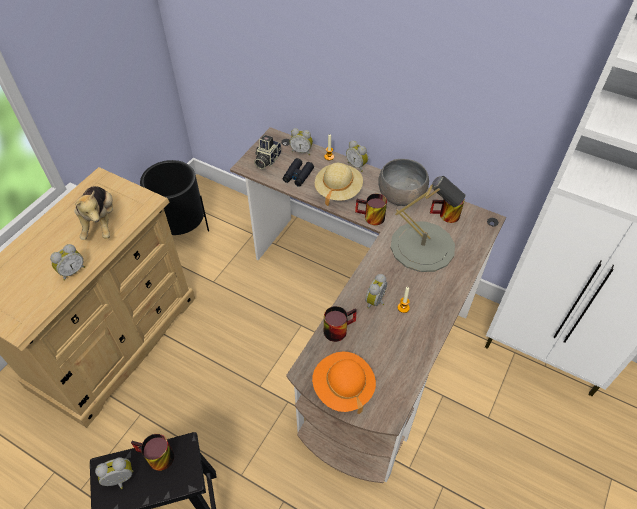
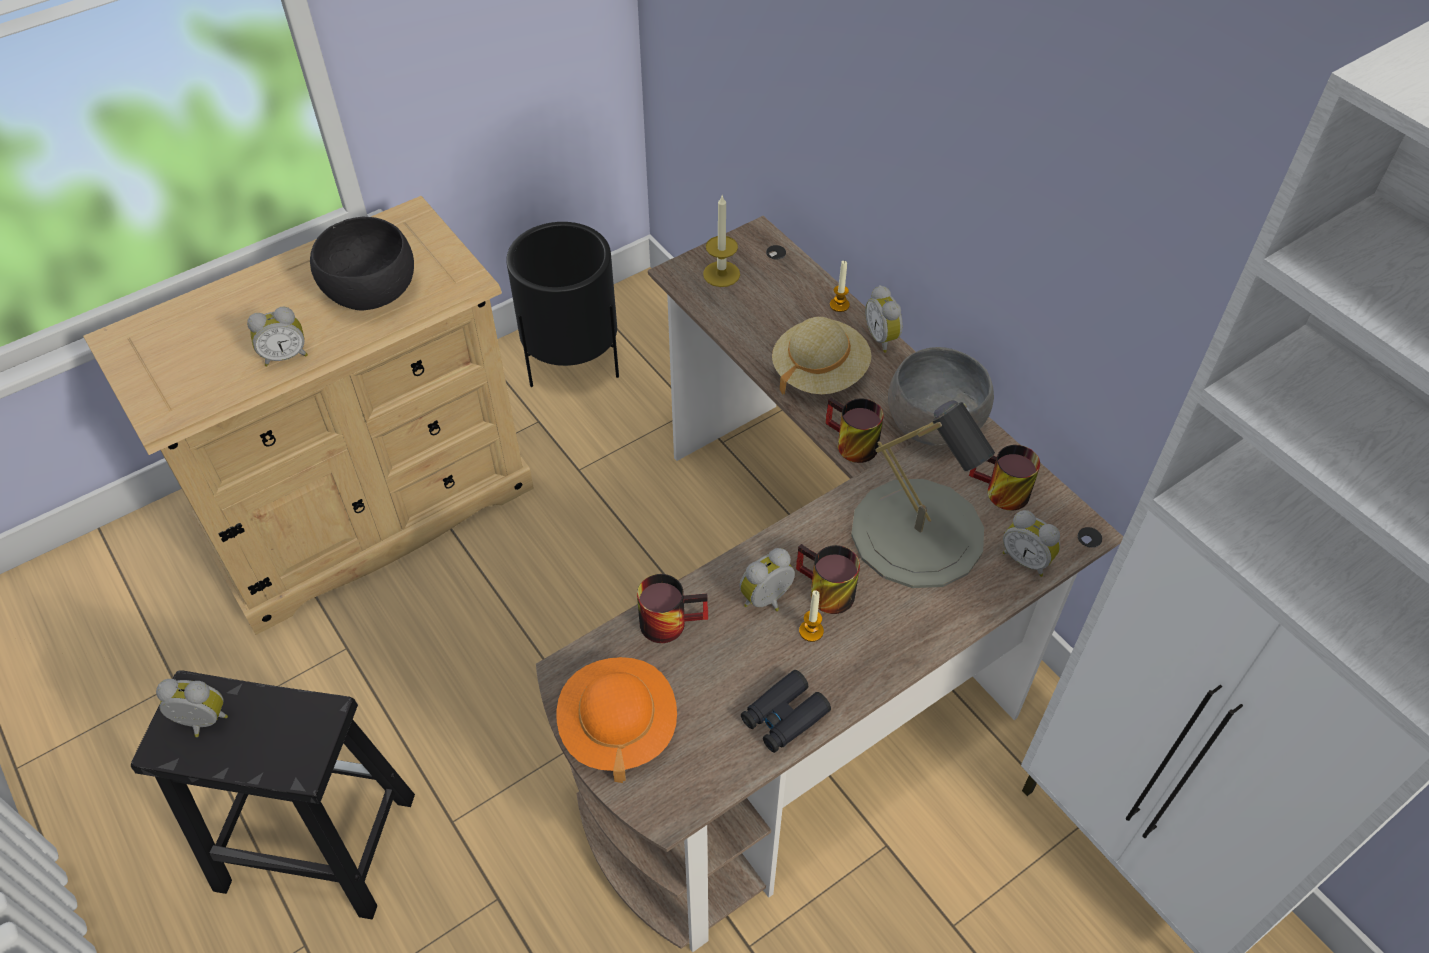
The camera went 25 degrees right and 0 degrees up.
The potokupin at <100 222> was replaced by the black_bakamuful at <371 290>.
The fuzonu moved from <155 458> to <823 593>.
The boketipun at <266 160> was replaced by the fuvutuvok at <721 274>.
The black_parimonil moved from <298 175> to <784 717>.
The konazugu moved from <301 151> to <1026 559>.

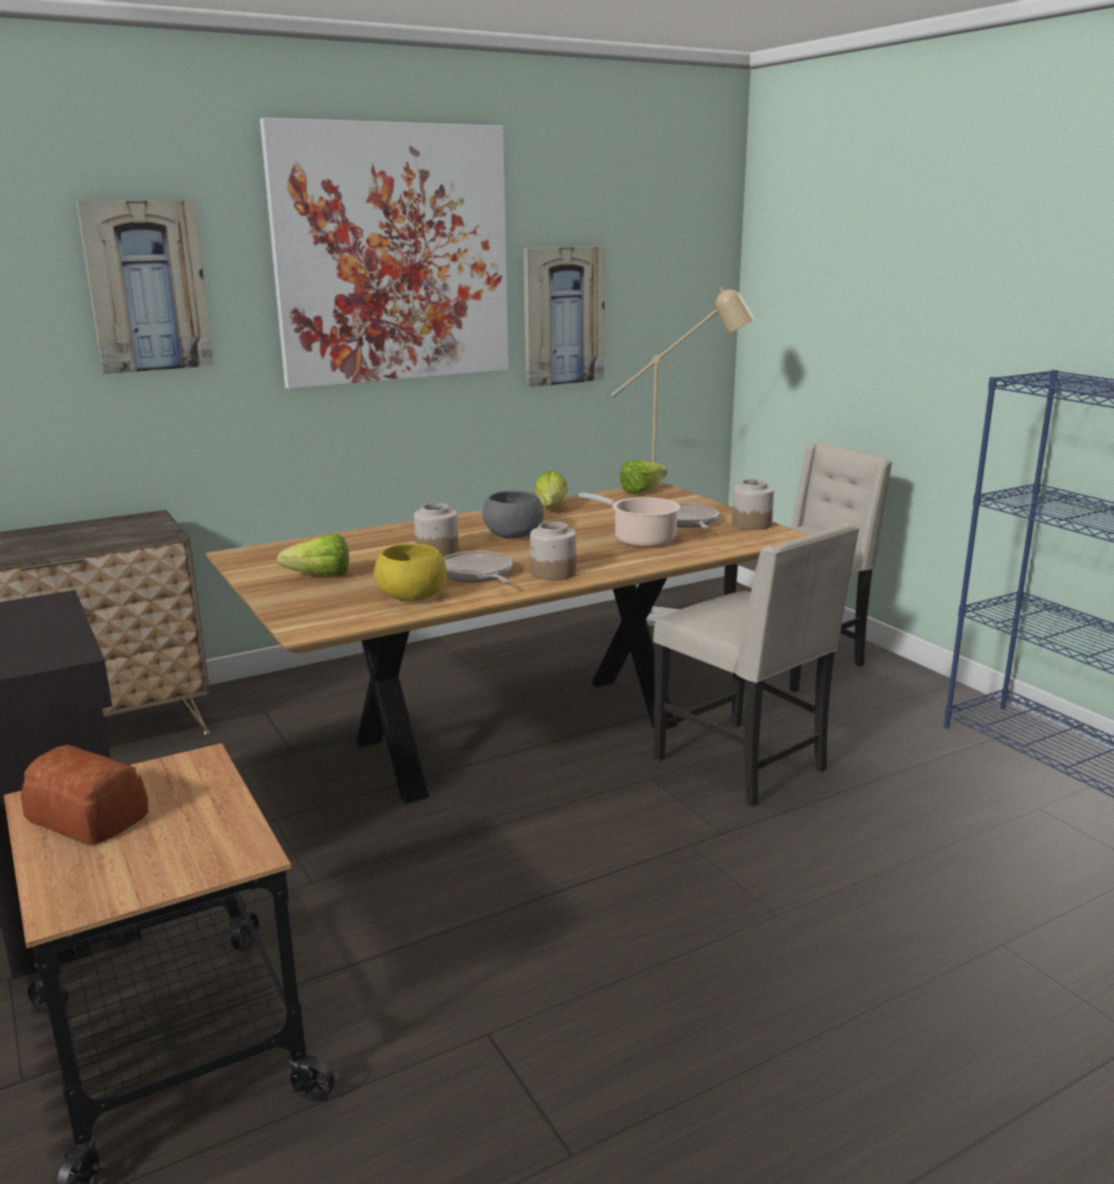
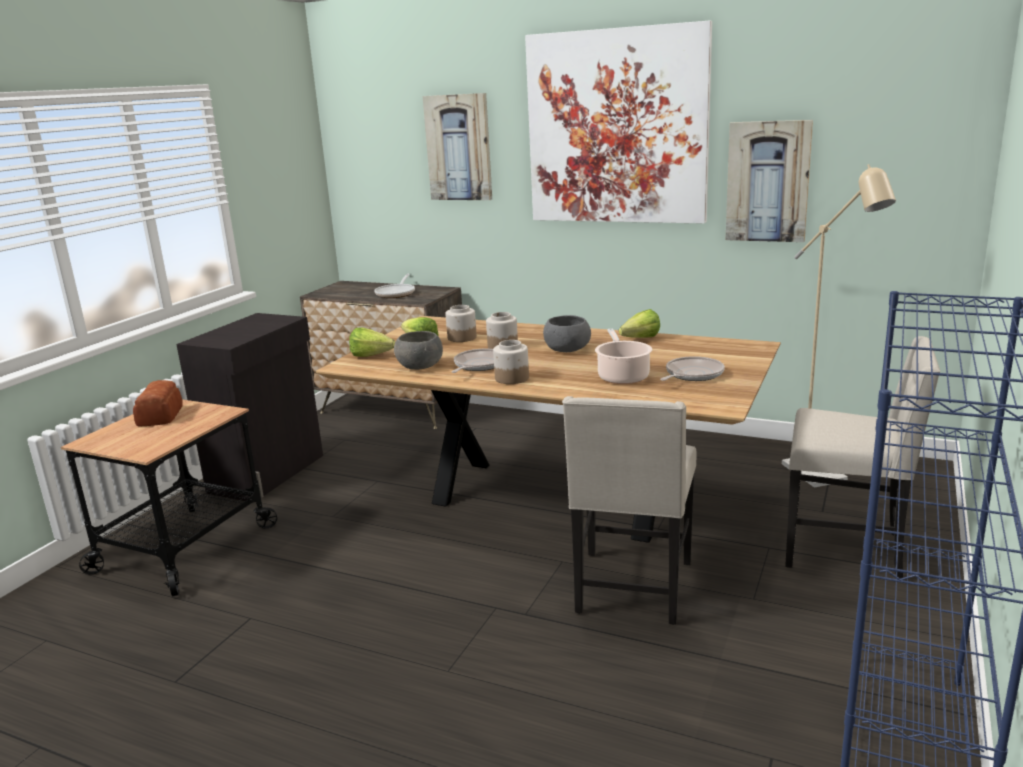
The camera went 55 degrees right and 0 degrees up.
The yellow_bakamuful at <412 596> became the grey_bakamuful at <420 366>.
The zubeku moved from <646 490> to <374 356>.
The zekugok moved from <751 524> to <462 338>.
The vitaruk at <396 293> appeared.

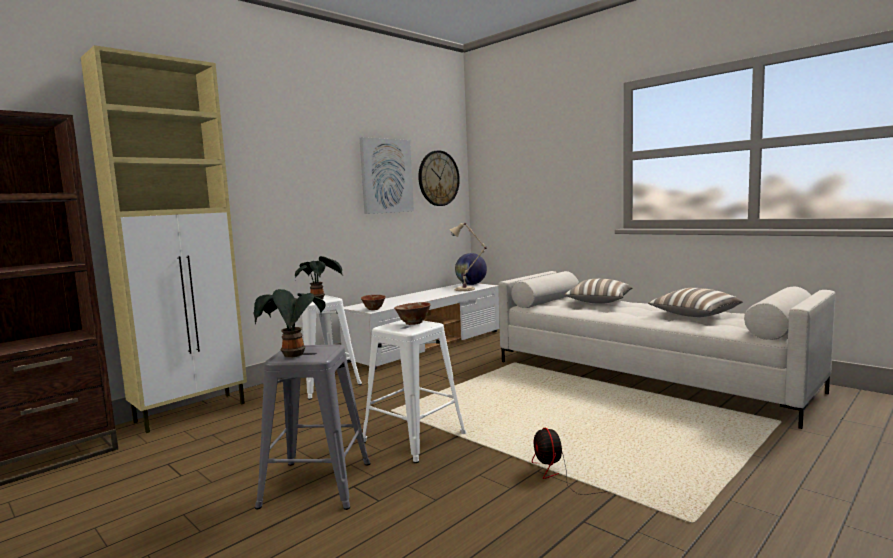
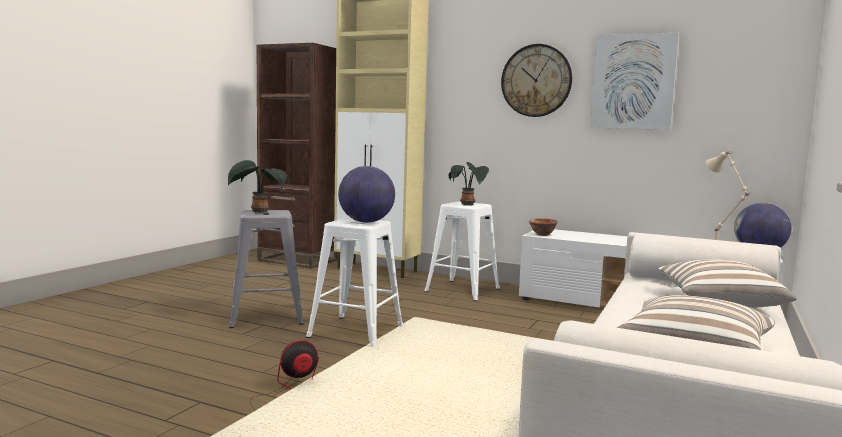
The camera went 70 degrees right and 0 degrees up.
The bakamuful at <413 323> was replaced by the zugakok at <366 222>.
The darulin moved from <438 178> to <536 80>.

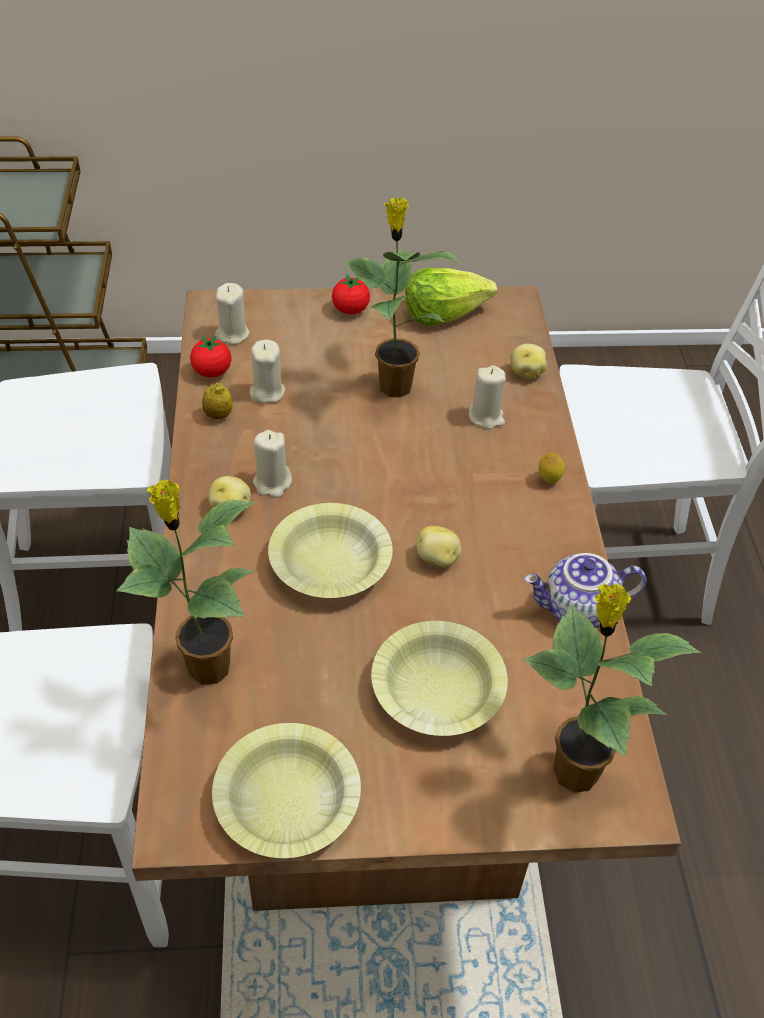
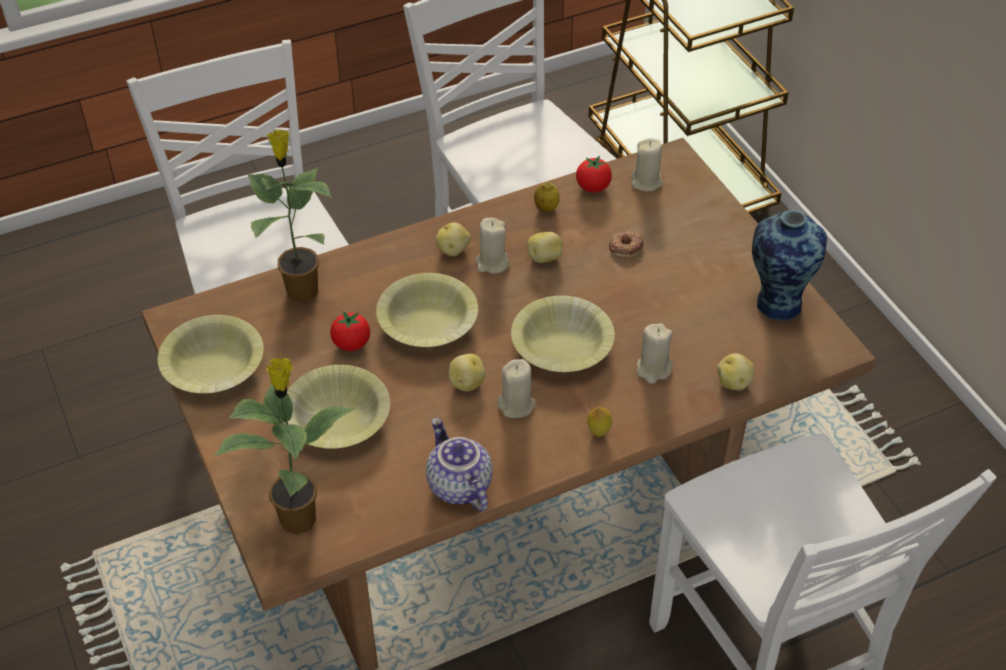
The camera went 70 degrees right and 0 degrees up.
The beige_fuvutuvok moved from <267 392> to <516 405>.
The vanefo moved from <350 310> to <351 343>.
The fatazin at <394 385> disappeared.
The zubeku at <444 313> was replaced by the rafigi at <777 302>.
The yellow_bakamuful at <562 346> appeared.
The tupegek at <545 258> appeared.
The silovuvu at <625 246> appeared.

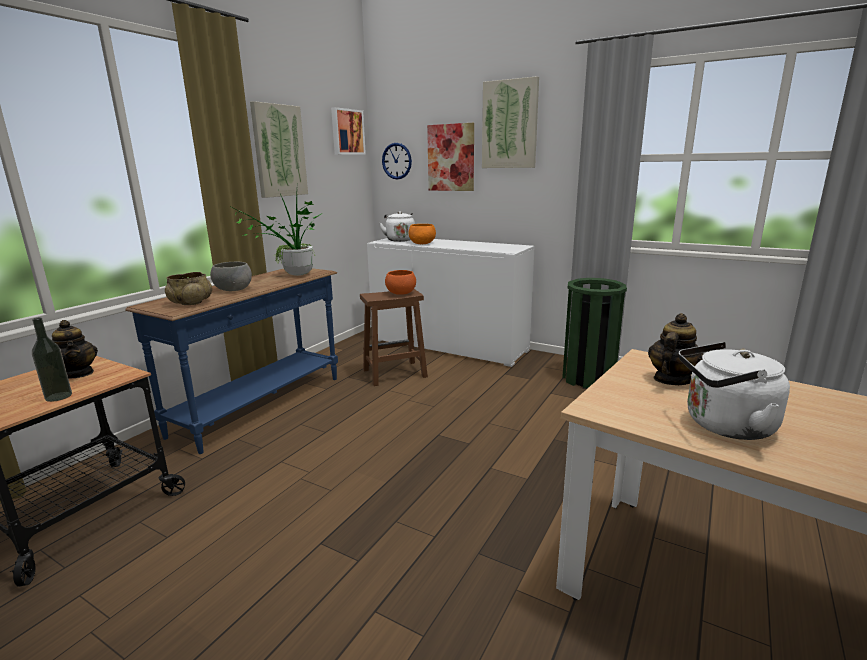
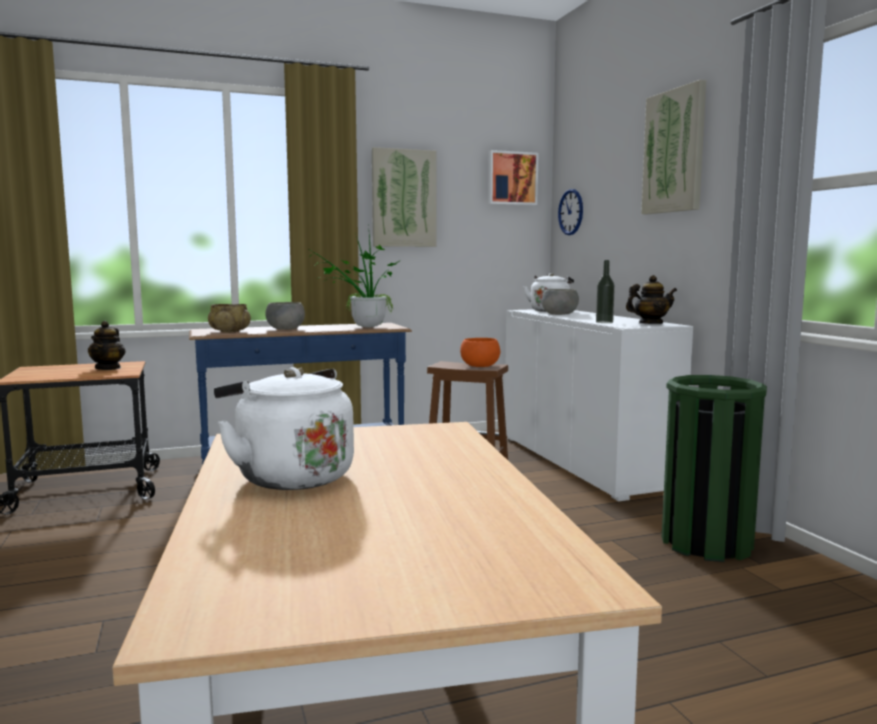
The camera went 40 degrees right and 10 degrees down.
The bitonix moved from <58 396> to <604 322>.
The orange_bakamuful at <422 243> became the grey_bakamuful at <559 314>.
The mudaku at <451 158> disappeared.
The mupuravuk moved from <671 379> to <650 324>.

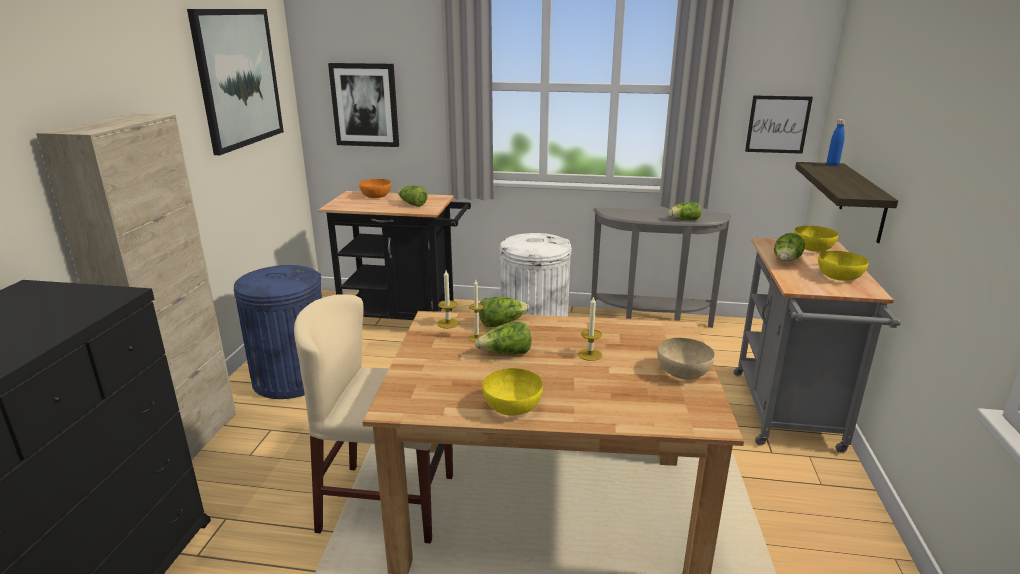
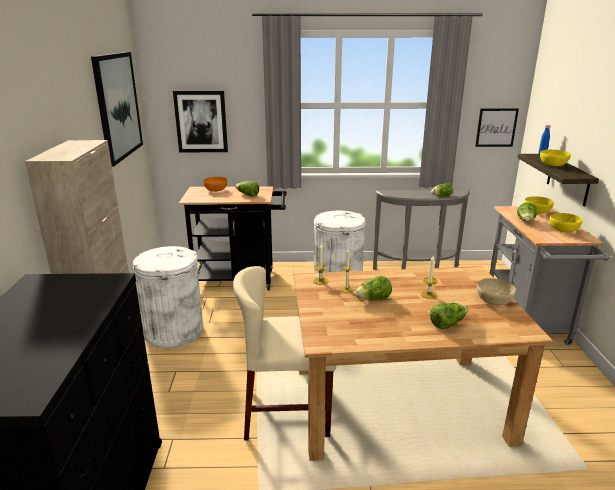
The camera went 10 degrees left and 0 degrees up.
The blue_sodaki at <293 378> became the white_sodaki at <174 331>.
The zubeku moved from <501 323> to <447 323>.
The yellow_bakamuful moved from <512 407> to <553 165>.

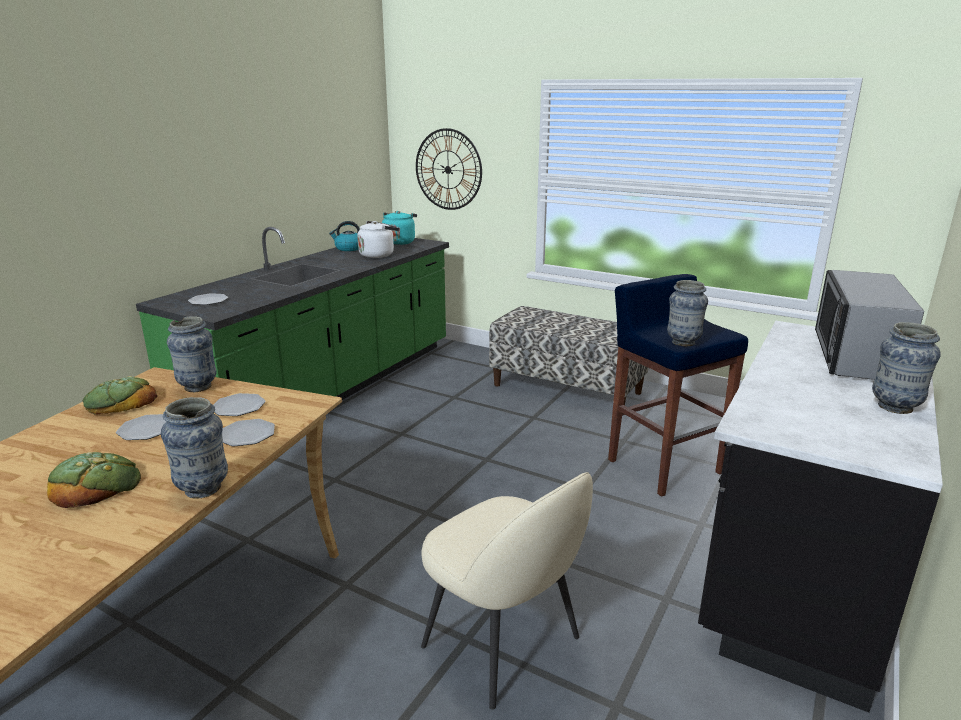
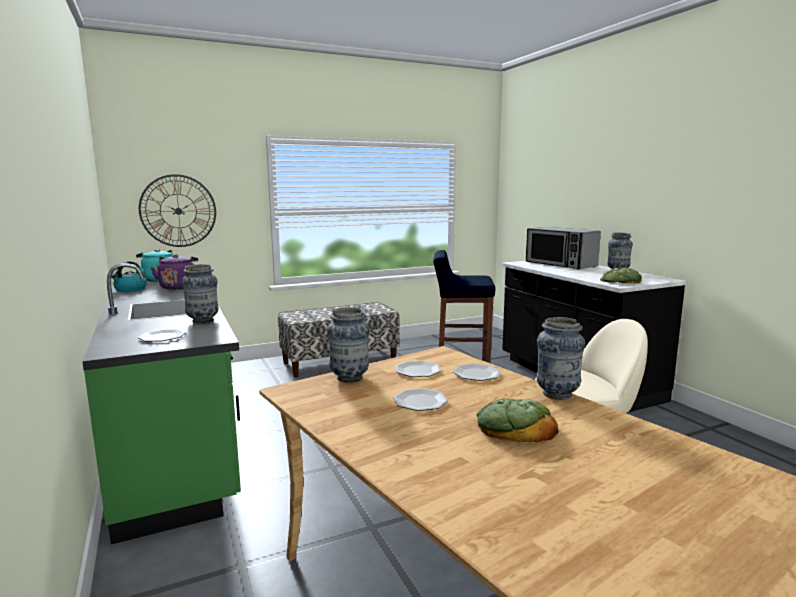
The camera went 55 degrees left and 10 degrees down.
The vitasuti moved from <120 402> to <621 281>.
The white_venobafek at <378 255> became the purple_venobafek at <178 287>.
The rafigi moved from <683 342> to <203 321>.

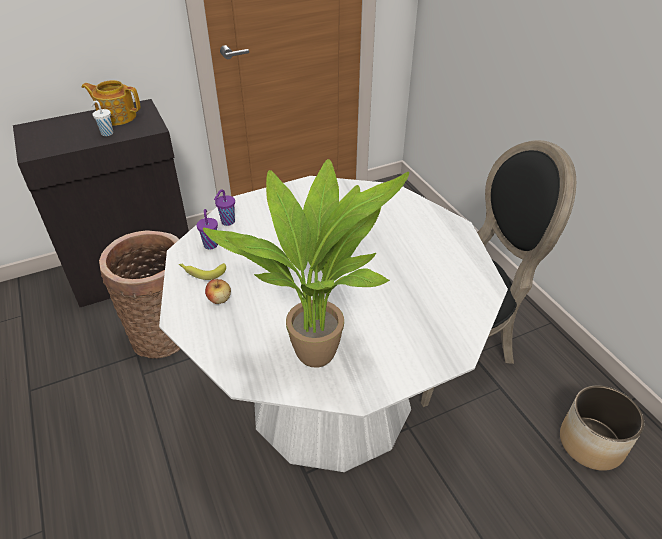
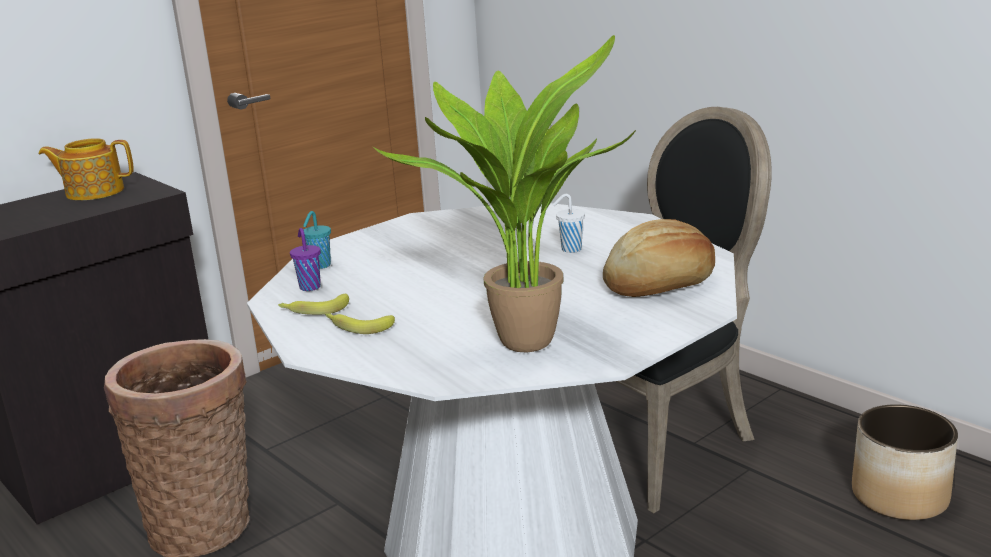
The camera went 15 degrees left and 20 degrees down.
The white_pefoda moved from <106 133> to <570 249>.
The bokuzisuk at <219 299> was replaced by the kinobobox at <357 326>.
The purple_pefoda at <227 222> became the turquoise_pefoda at <320 266>.
The vitasuti at <661 285> appeared.

